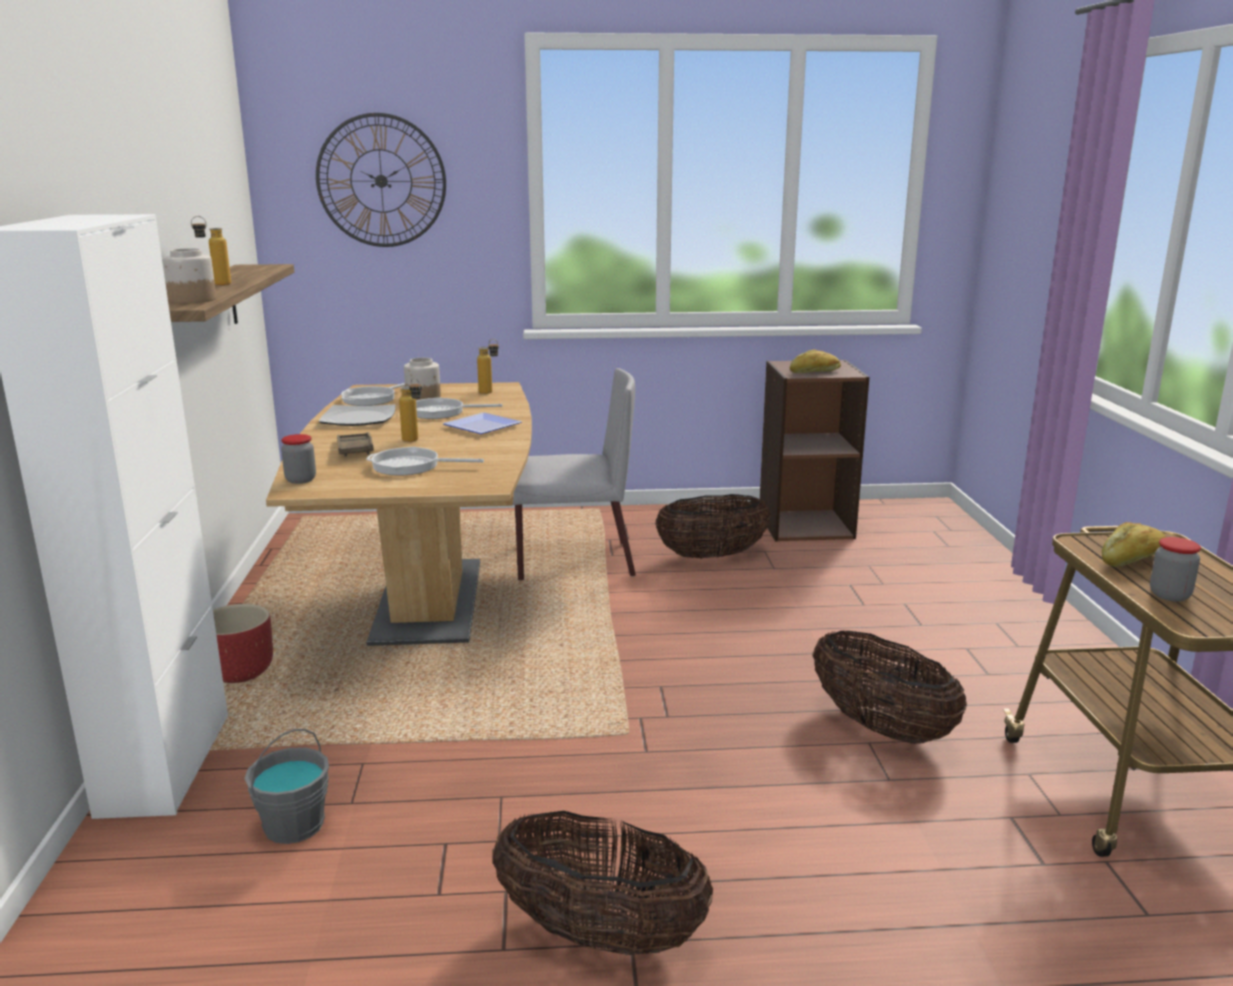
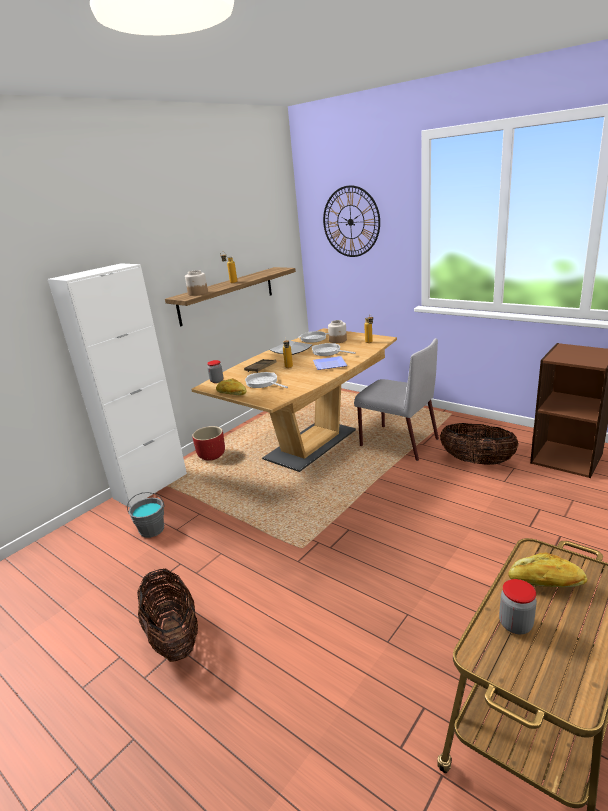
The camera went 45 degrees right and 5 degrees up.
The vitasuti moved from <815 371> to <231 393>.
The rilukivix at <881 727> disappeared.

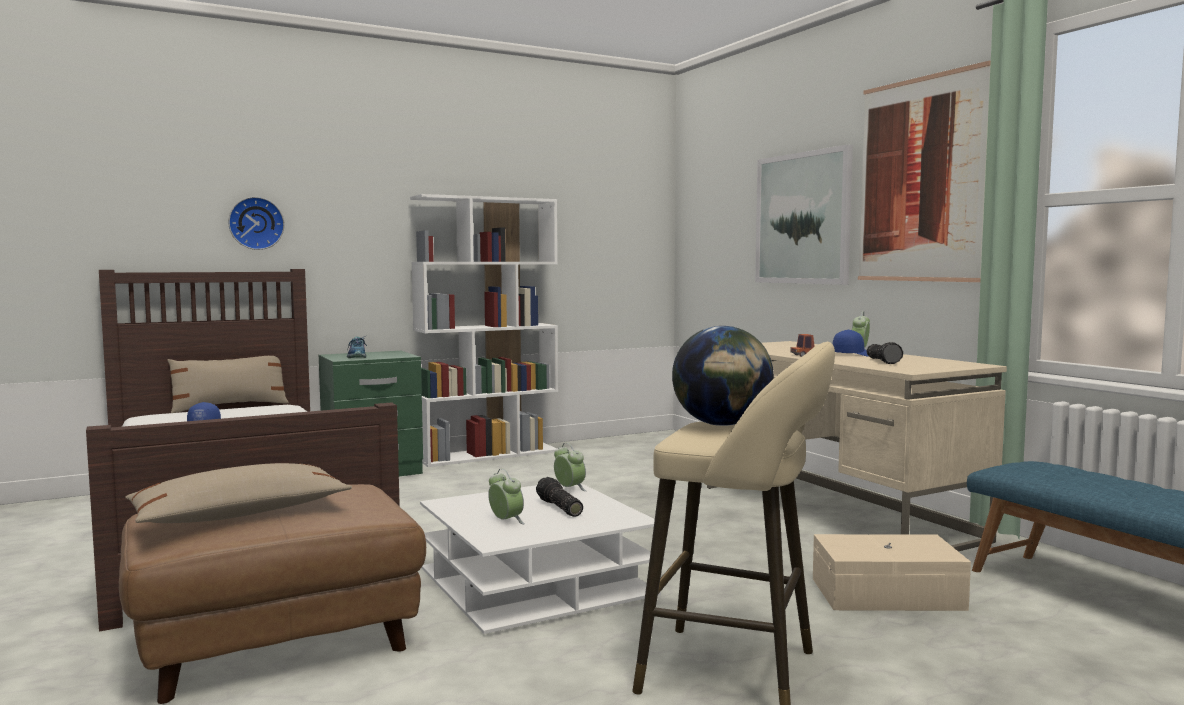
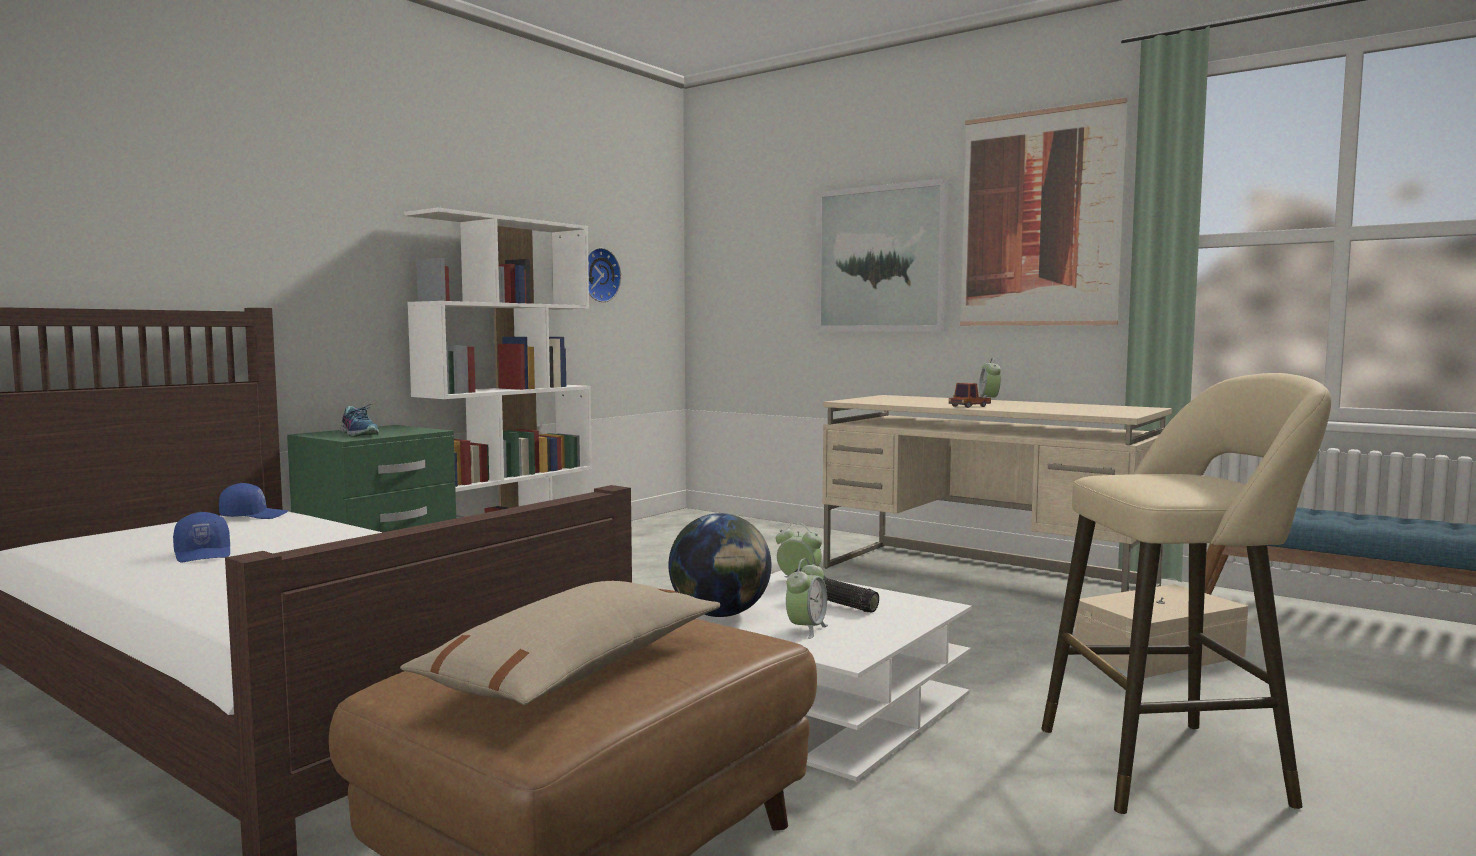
The camera went 25 degrees left and 0 degrees up.
The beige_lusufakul at <230 407> disappeared.
The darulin moved from <256 223> to <598 275>.
The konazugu at <506 521> turned 90 degrees clockwise.
The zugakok moved from <722 425> to <720 614>.
The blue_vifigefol moved from <855 354> to <253 516>.
The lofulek at <884 361> disappeared.

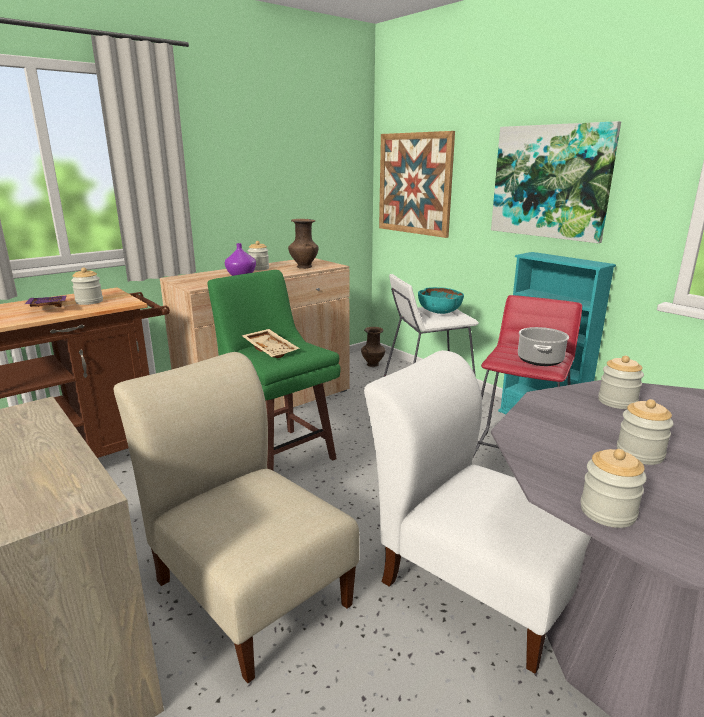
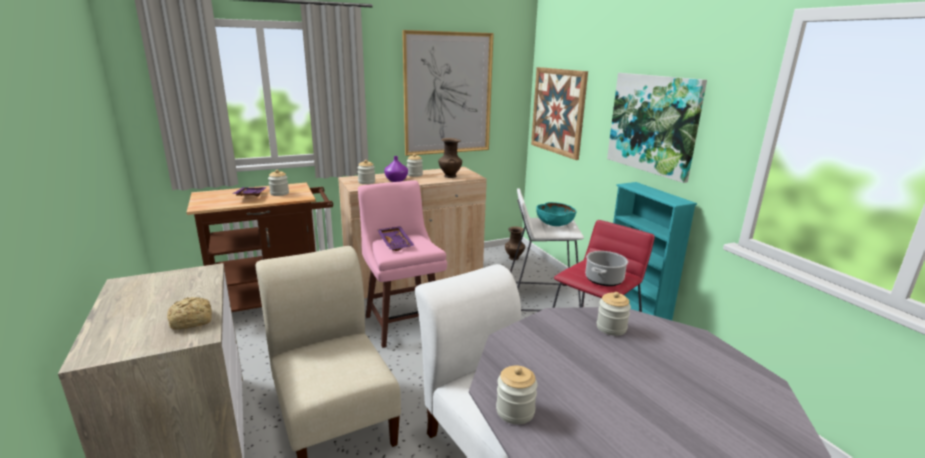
The camera went 15 degrees right and 0 degrees up.
The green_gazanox at <280 455> became the pink_gazanox at <403 323>.
The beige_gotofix at <271 350> became the purple_gotofix at <396 243>.
The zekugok moved from <639 454> to <366 182>.
The vitasuti at <193 321> appeared.
The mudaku at <448 94> appeared.

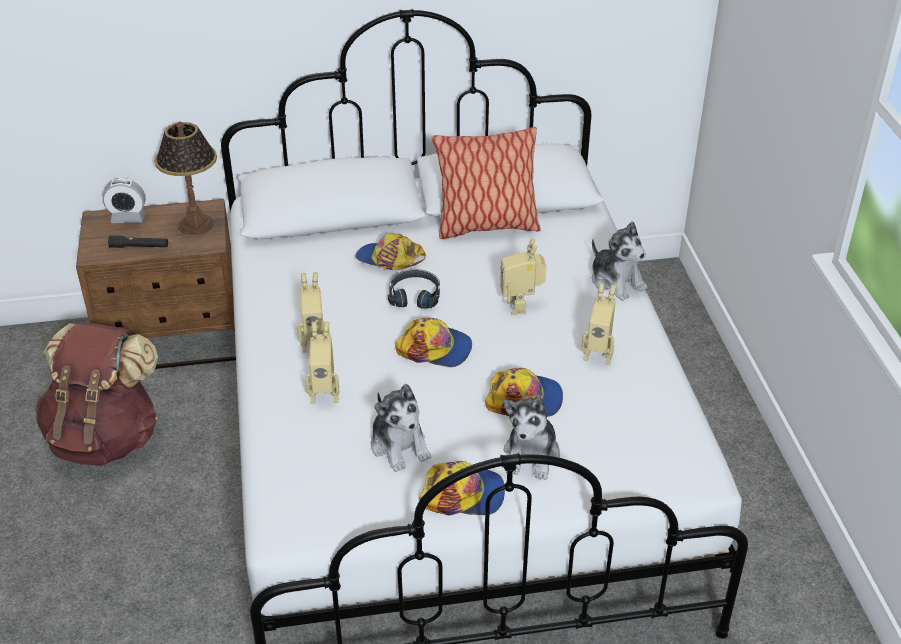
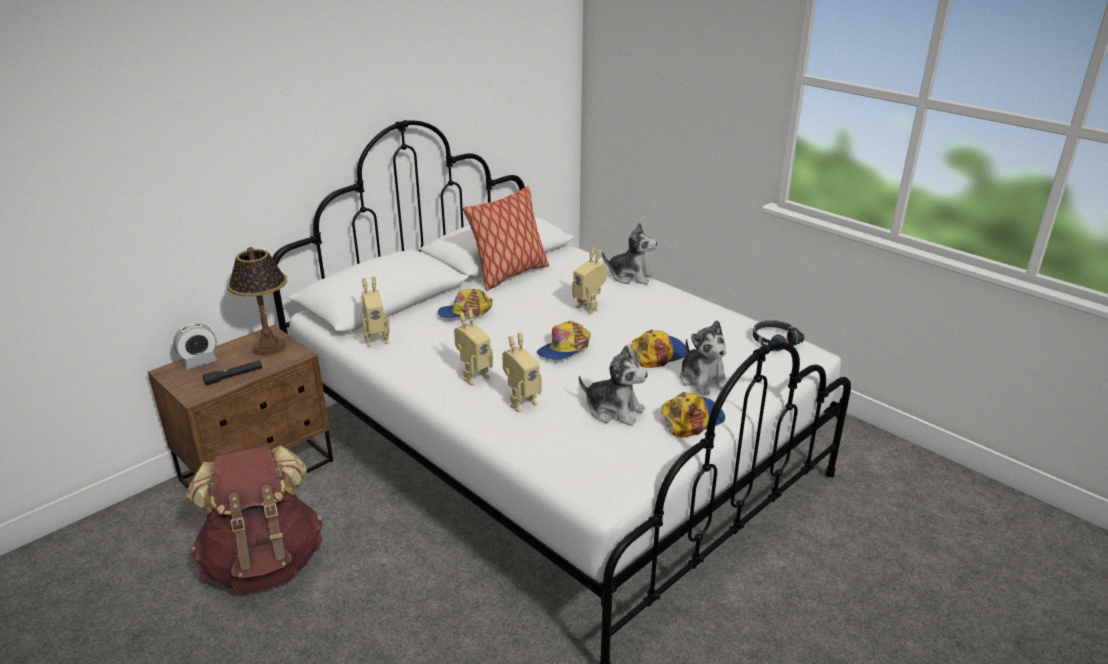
The camera went 35 degrees left and 10 degrees down.
The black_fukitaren moved from <415 295> to <774 340>.
The vifigefol at <435 349> turned 150 degrees clockwise.
The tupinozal moved from <598 354> to <376 340>.

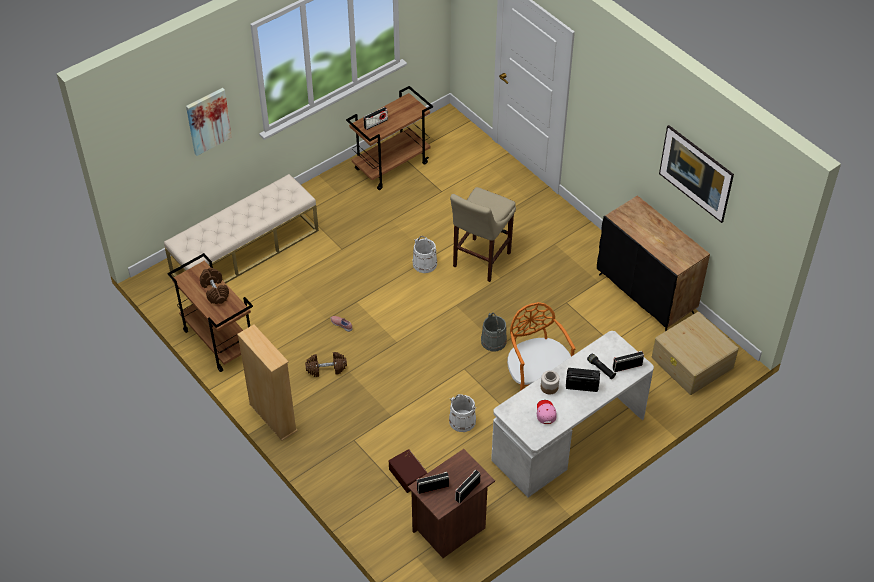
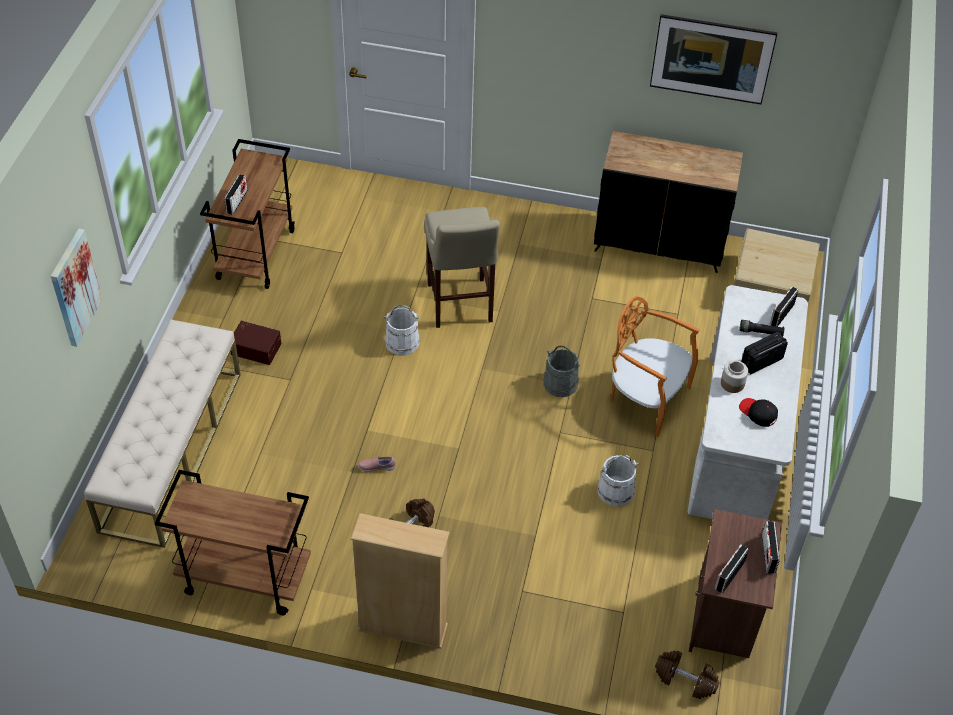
The camera went 40 degrees left and 0 degrees up.
The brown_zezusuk moved from <215 291> to <685 680>.
The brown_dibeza moved from <408 474> to <256 348>.
The pink_vifigefol at <545 413> became the black_vifigefol at <758 413>.

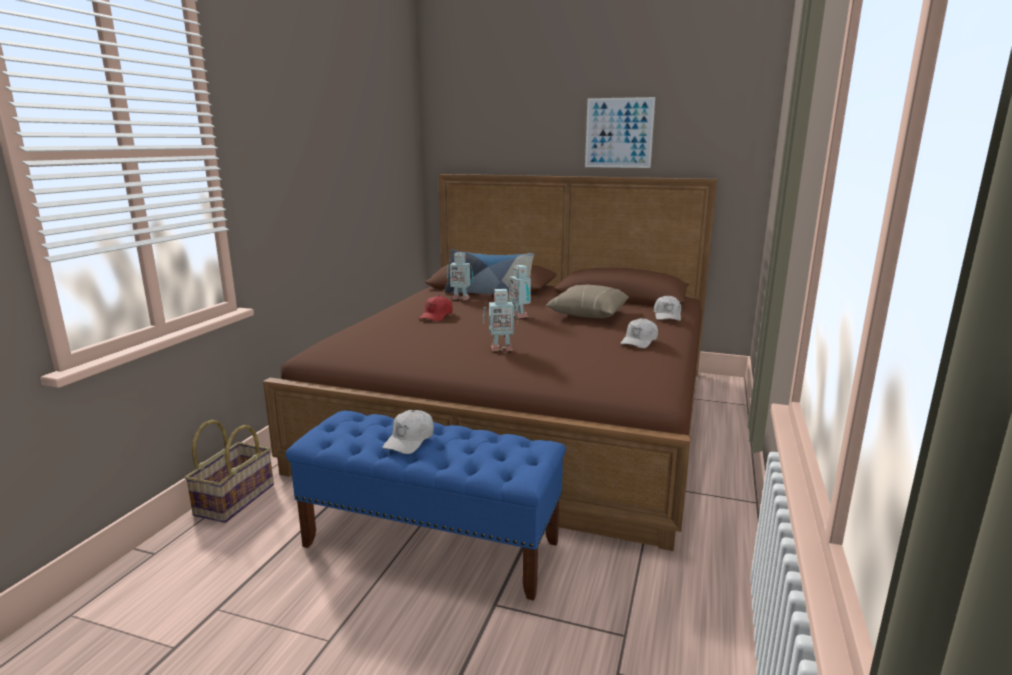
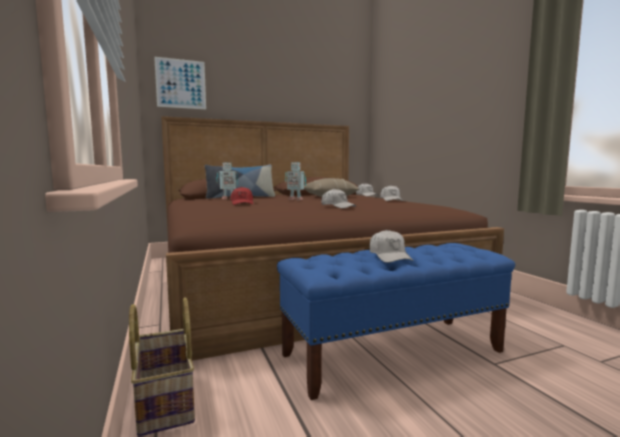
The camera went 40 degrees left and 10 degrees down.
The tupinozal at <500 348> was replaced by the white_vifigefol at <337 206>.
The mudaku moved from <619 133> to <181 83>.

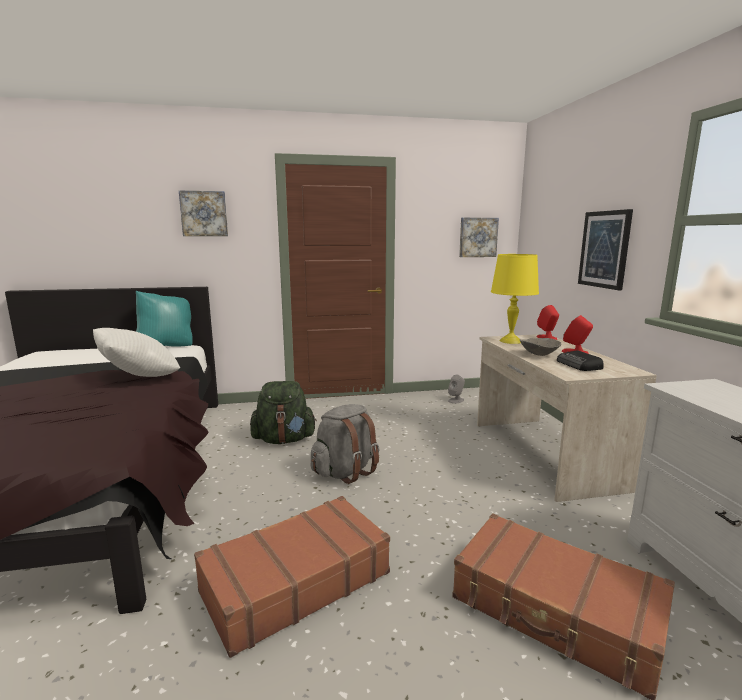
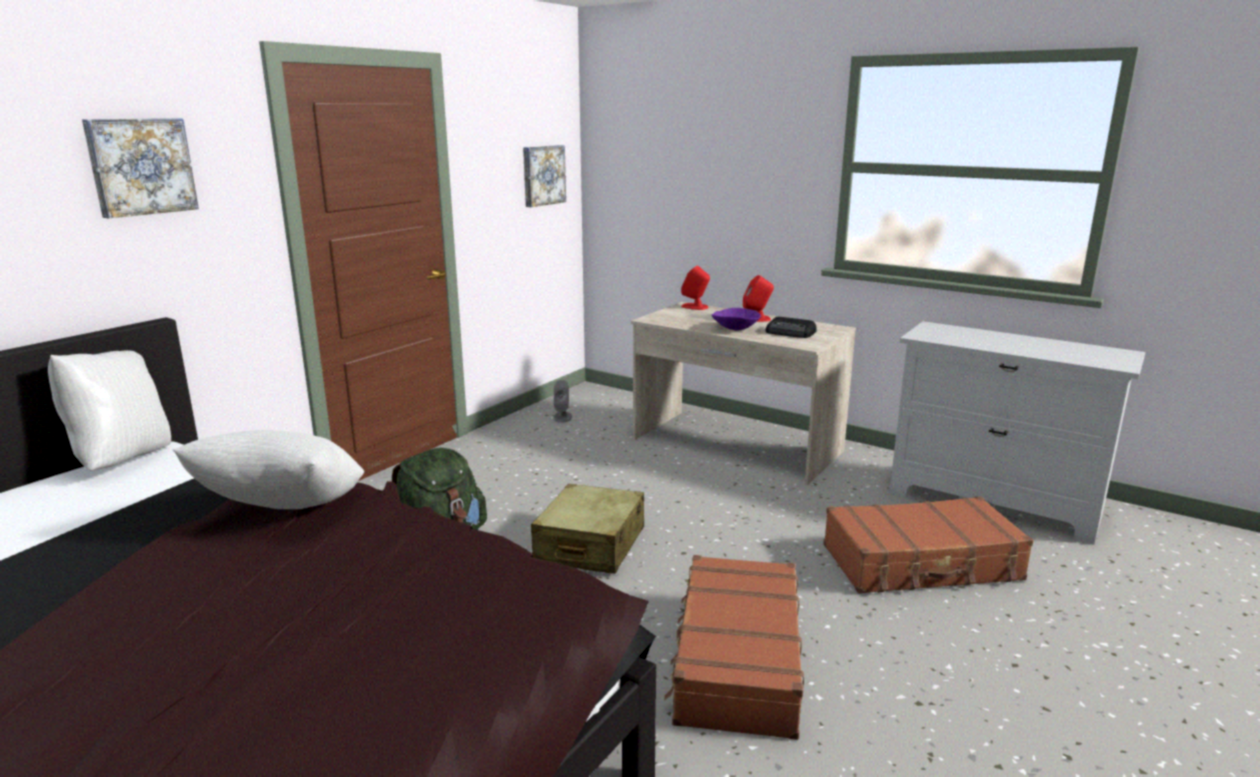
The camera went 45 degrees left and 5 degrees up.
The turquoise_lusufakul at <168 346> became the white_lusufakul at <122 460>.
The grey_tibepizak at <345 471> was replaced by the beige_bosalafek at <590 545>.
The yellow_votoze at <510 341> disappeared.
The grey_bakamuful at <538 354> became the purple_bakamuful at <735 329>.
The mudaku at <604 249> disappeared.

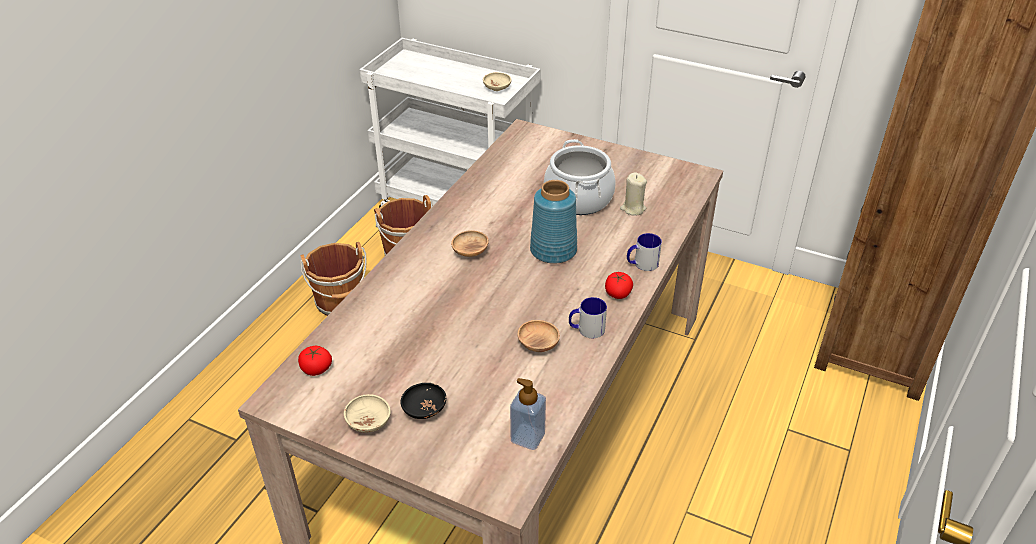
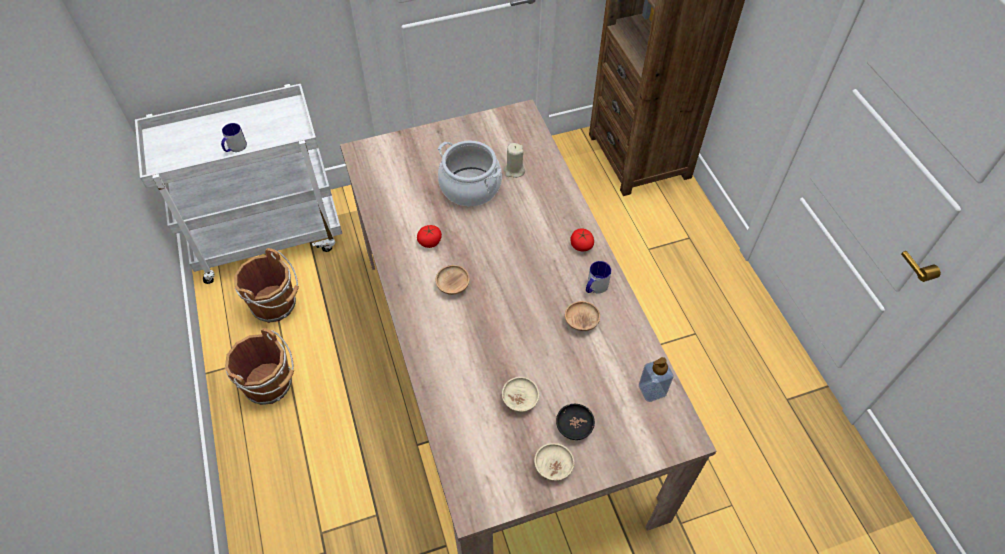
The camera went 45 degrees left and 15 degrees up.
The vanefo moved from <316 368> to <430 241>.
The beige_bakamuful moved from <497 88> to <520 399>.
The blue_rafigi at <554 251> disappeared.
The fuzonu moved from <642 264> to <235 148>.

